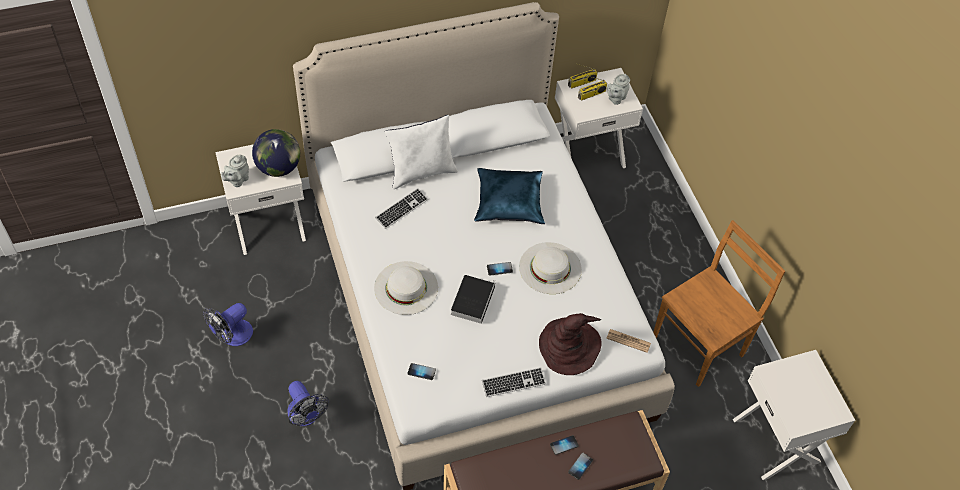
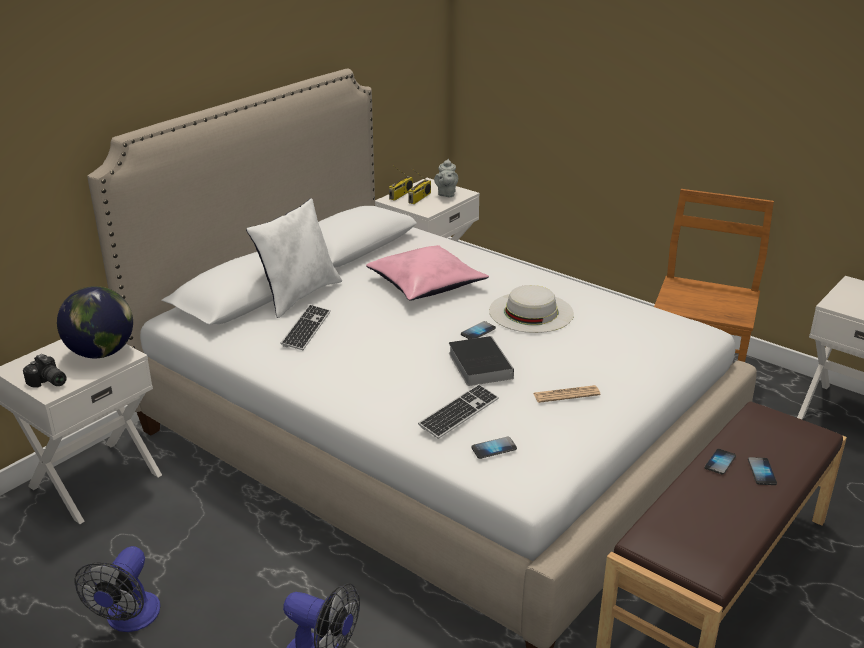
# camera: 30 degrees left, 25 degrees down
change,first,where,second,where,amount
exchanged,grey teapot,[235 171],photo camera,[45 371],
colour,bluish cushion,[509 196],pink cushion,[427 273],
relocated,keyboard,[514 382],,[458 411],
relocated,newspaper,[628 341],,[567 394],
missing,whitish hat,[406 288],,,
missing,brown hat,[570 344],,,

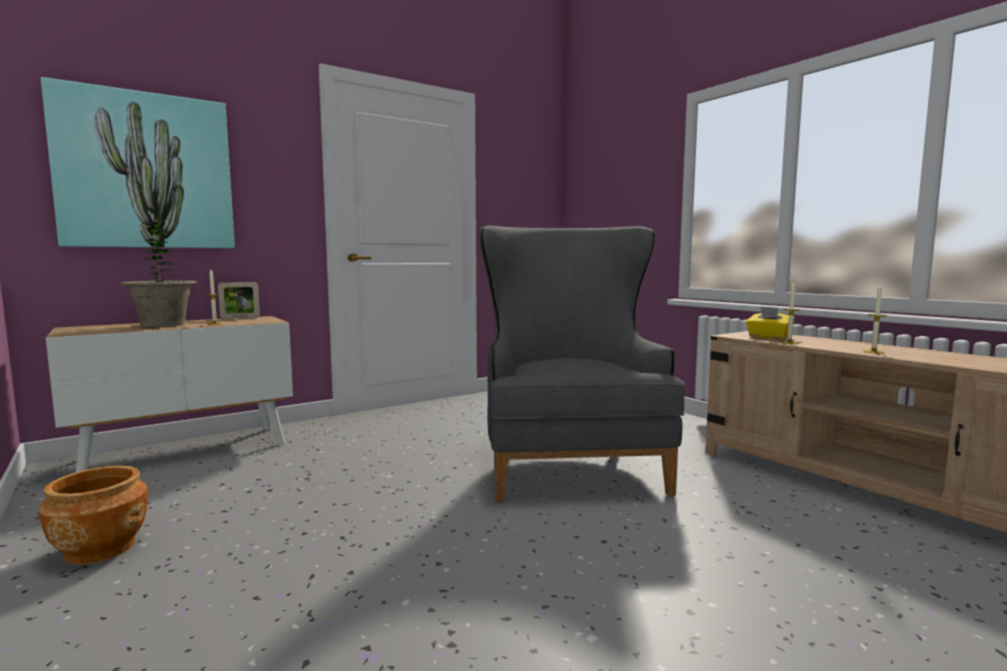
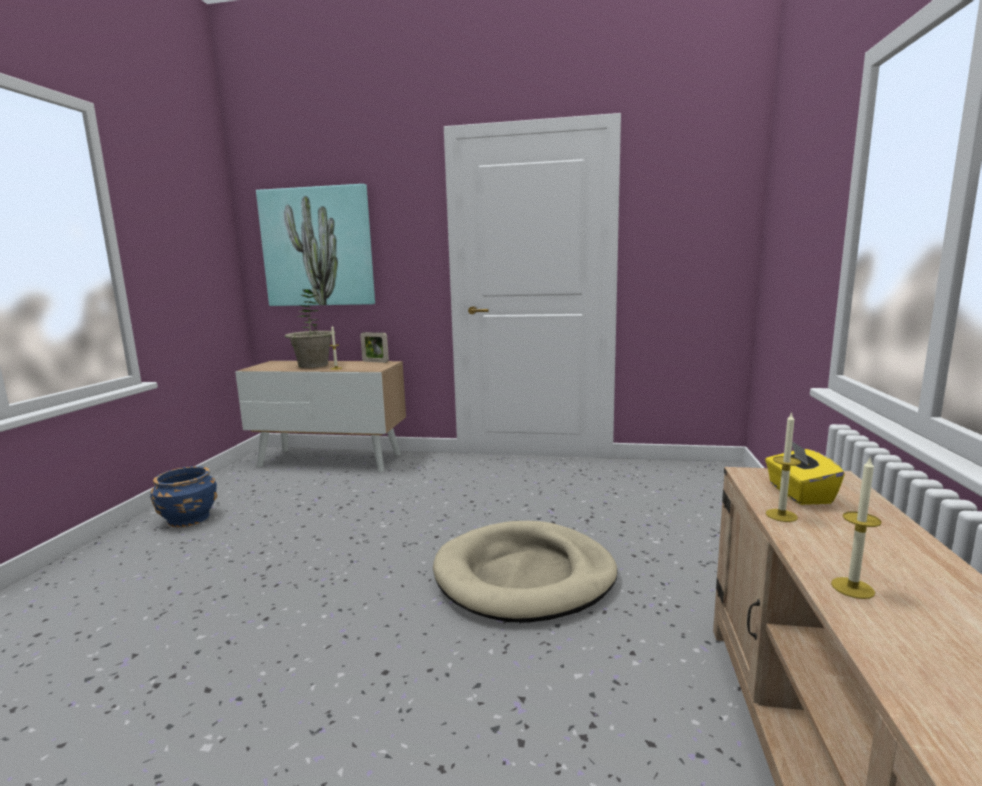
# camera: 45 degrees right, 5 degrees up
change,first,where,second,where,amount
colour,brown plant pot,[93 515],bluish plant pot,[183 496],
exchanged,grey lounge chair,[582 364],sand-coloured pet bed,[525 572],

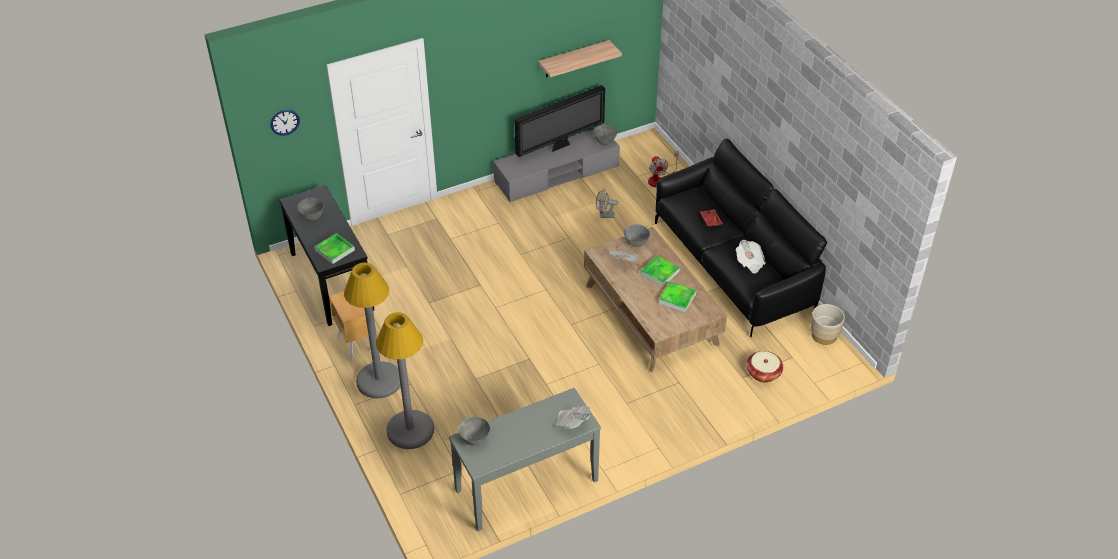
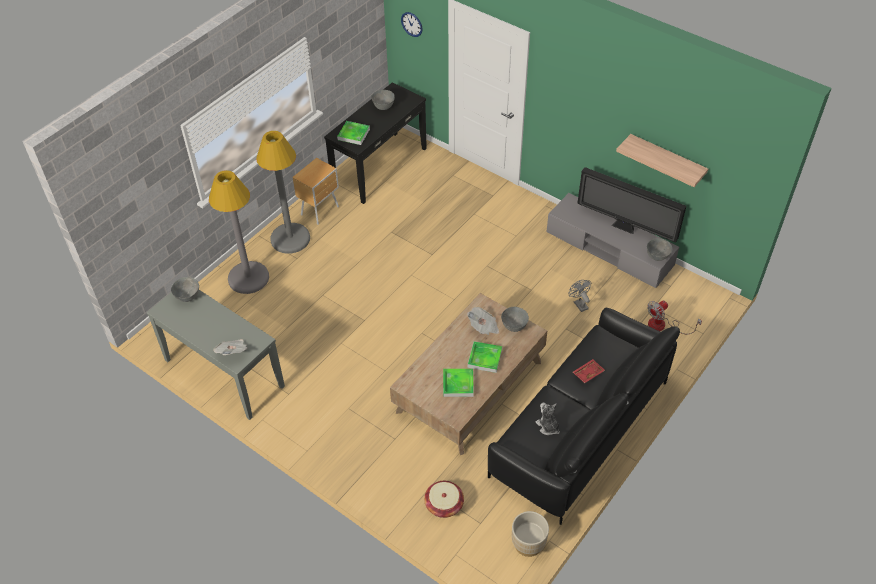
# camera: 65 degrees right, 5 degrees up
change,first,where,second,where,amount
exchanged,newspaper,[751 257],cuddly toy,[548 418],

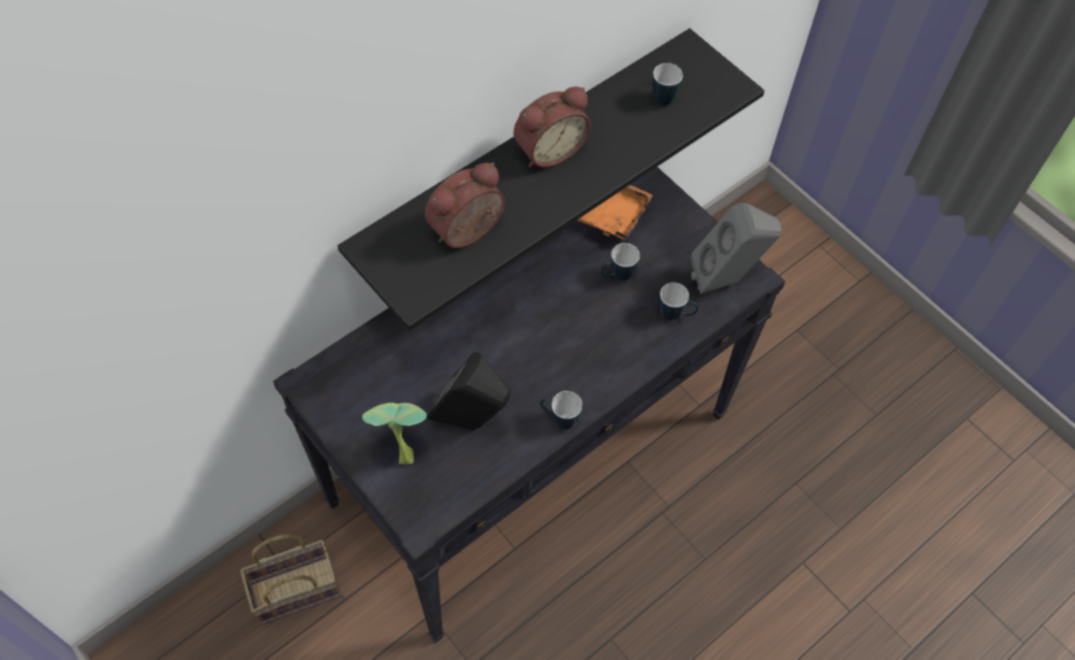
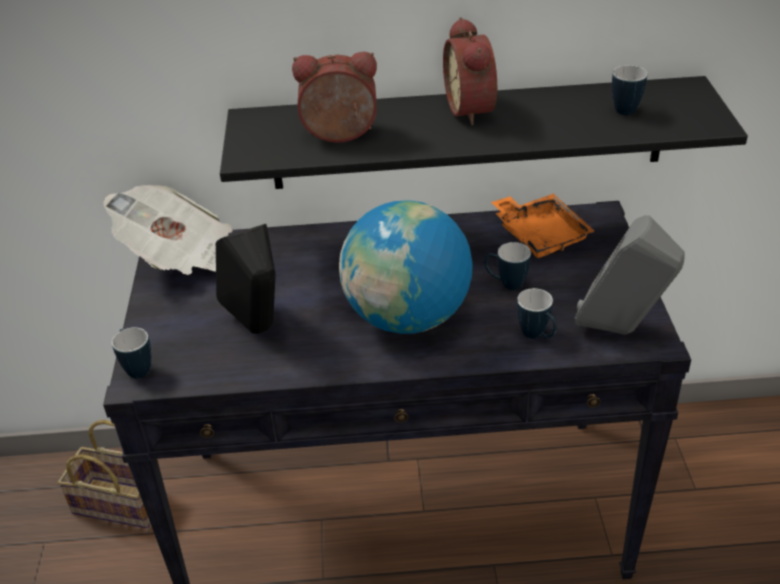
# camera: 40 degrees right, 20 degrees down
change,first,where,second,where,amount
appeared,,,newspaper,[168 230],
relocated,tea mug,[561 410],,[131 353],
appeared,,,desk globe,[406 267],
spun,table clock,[552 127],,[470 71],75 degrees clockwise
missing,plant in a pot,[394 434],,,

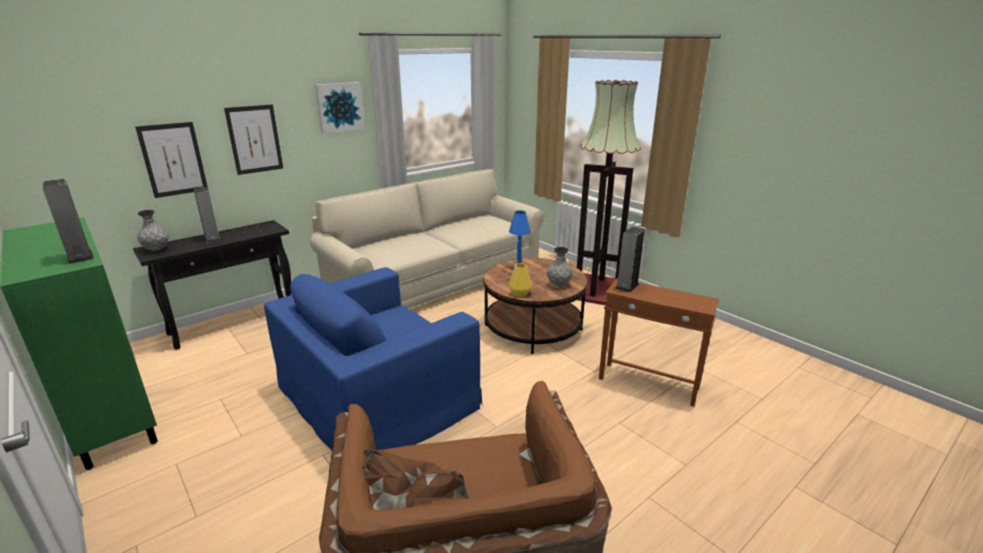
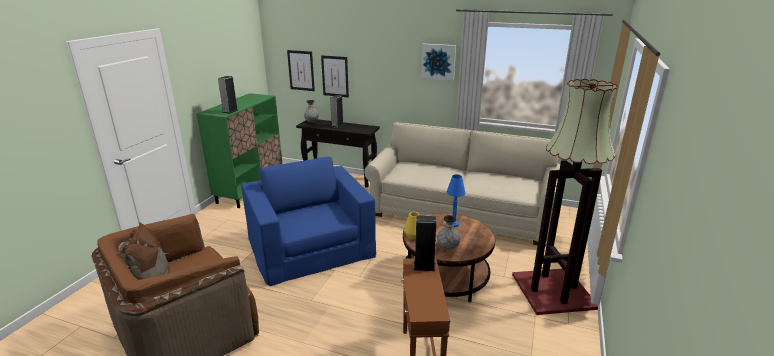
# camera: 60 degrees right, 0 degrees up
change,first,where,second,where,amount
spun,bluish lounge chair,[373 358],,[308 221],45 degrees clockwise
relocated,picture,[253 140],,[301 70],

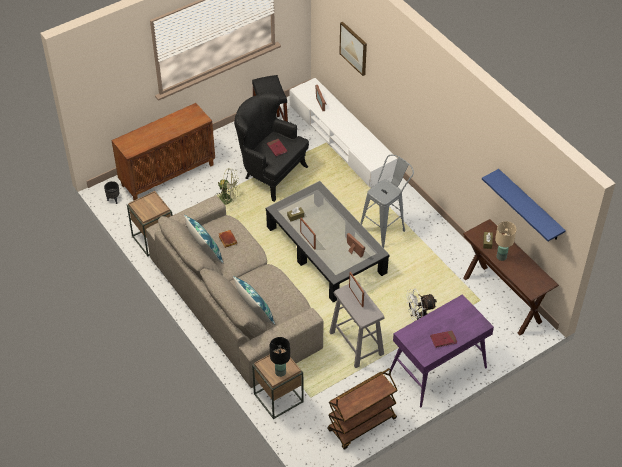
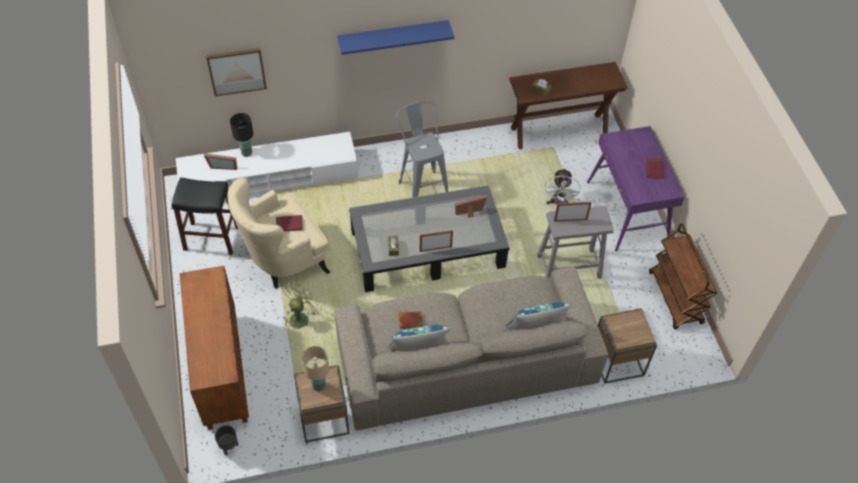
# camera: 70 degrees left, 5 degrees up
change,first,where,second,where,amount
colour,blackish lounge chair,[271 147],sand-coloured lounge chair,[278 233],
relocated,blackish table lamp,[280 357],,[241 135],
relocated,sand-coloured table lamp,[506 241],,[315 368],
relocated,bluish bracket shelf,[524 205],,[395 37],

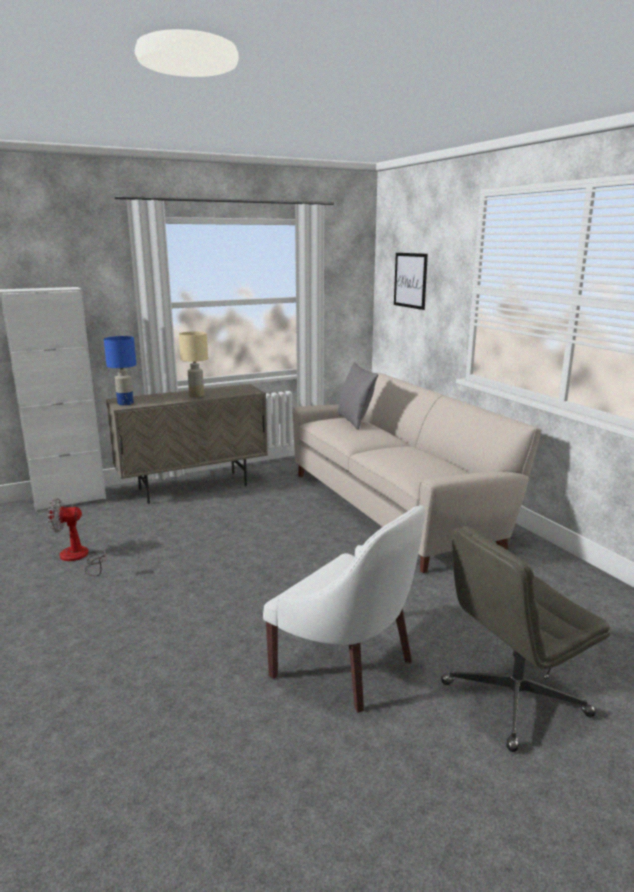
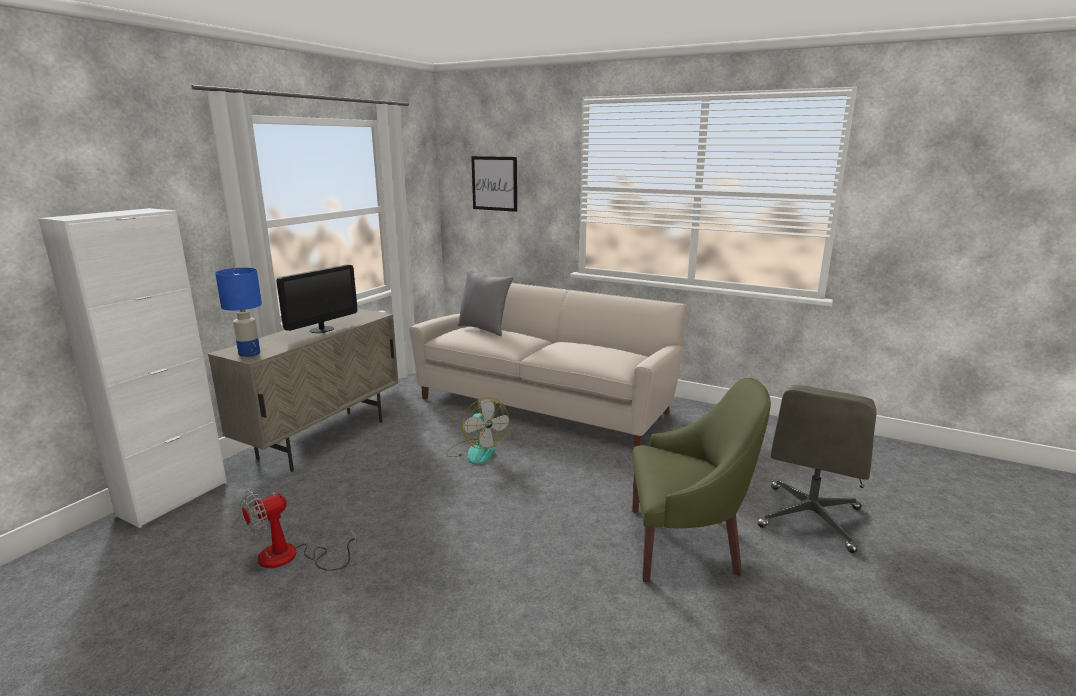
# camera: 35 degrees left, 0 degrees up
change,first,where,second,where,amount
exchanged,sand-coloured table lamp,[193 364],computer screen,[317 298],
appeared,,,fan,[477 431],
colour,whitish lounge chair,[344 609],greenish lounge chair,[701 480],

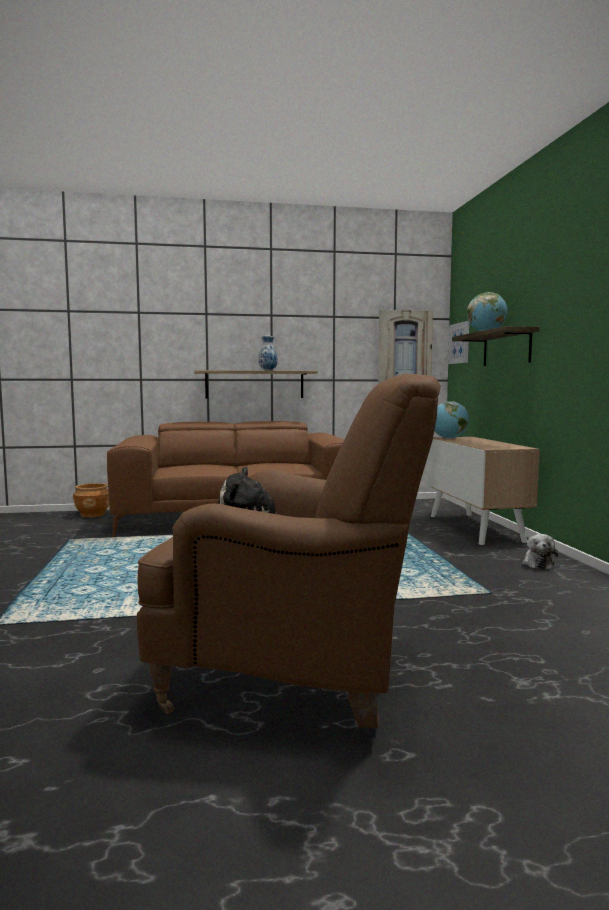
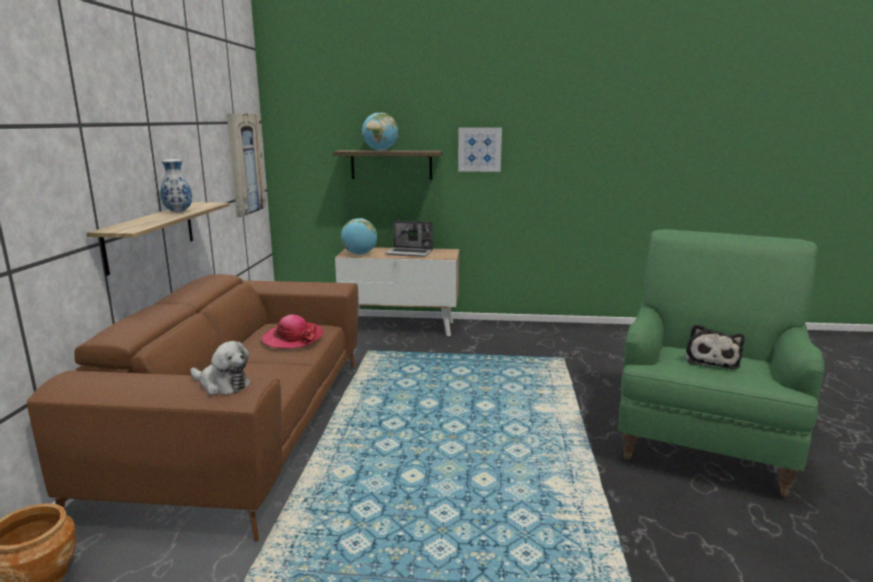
# camera: 75 degrees left, 10 degrees up
change,first,where,second,where,amount
relocated,cuddly toy,[540 551],,[220 368],
appeared,,,hat,[292 331],
appeared,,,notebook computer,[409 239],
relocated,picture,[458 342],,[480 149],
colour,brown lounge chair,[289 551],greenish lounge chair,[721 363],

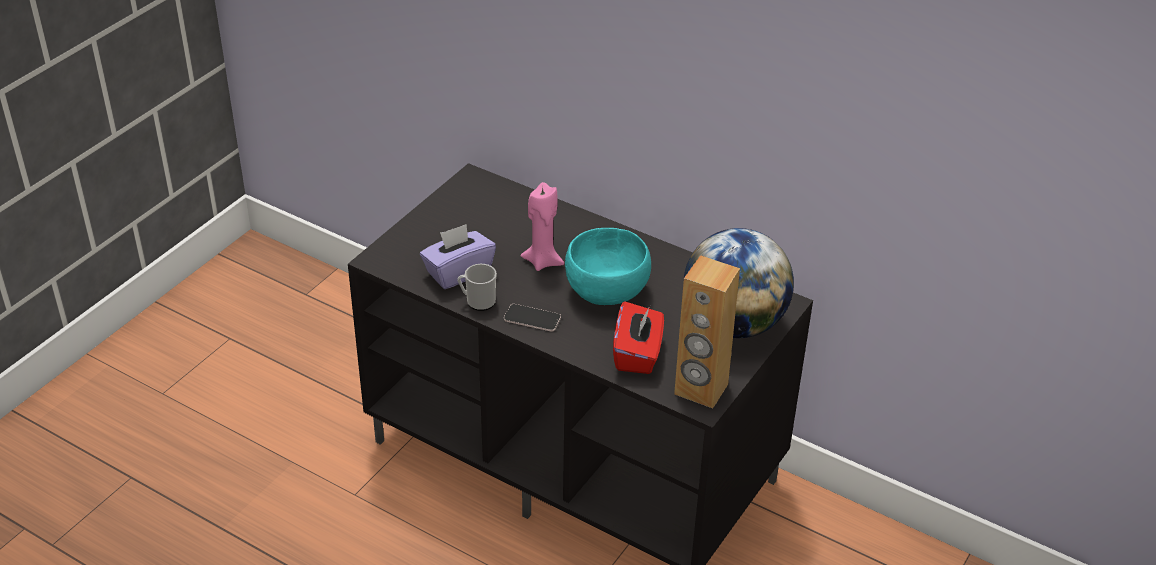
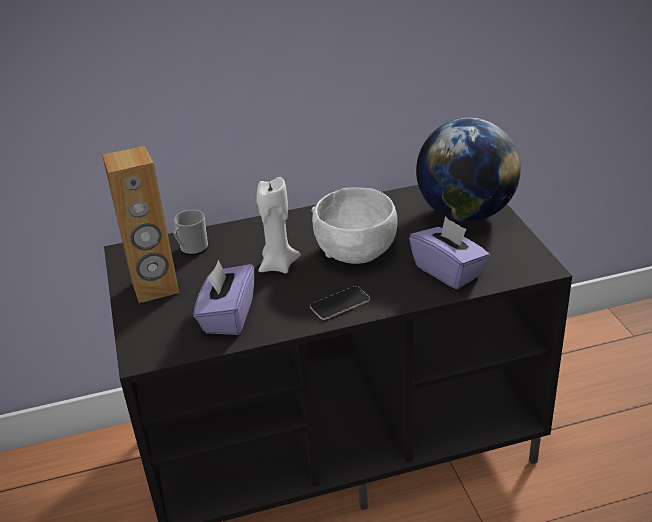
# camera: 45 degrees left, 5 degrees down
change,first,where,second,where,amount
relocated,brown loudspeaker,[707 331],,[140 224],
relocated,tea mug,[477 287],,[190 232],
colour,pink wax light,[542 226],whitish wax light,[278 225],
colour,blue-green deep dish,[608 266],whitish deep dish,[354 225],
colour,red box of tissues,[638 337],purple-coloured box of tissues,[449 253],

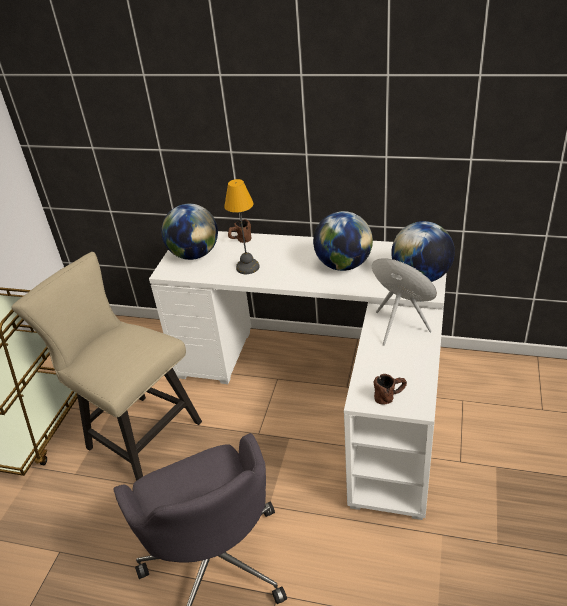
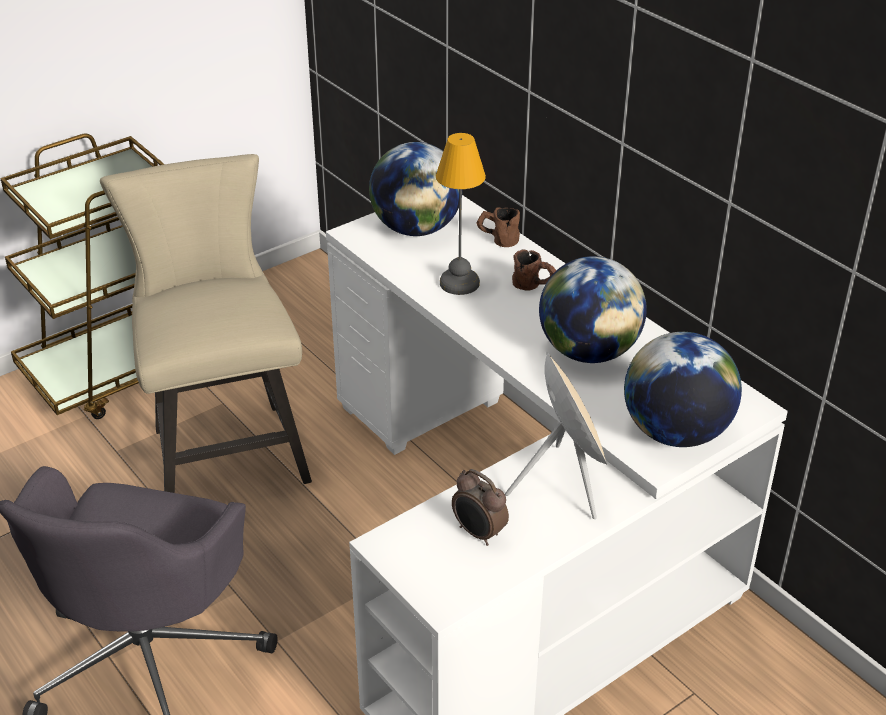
# camera: 35 degrees right, 0 degrees up
change,first,where,second,where,amount
appeared,,,table clock,[480 507],
relocated,brown tea mug,[390 389],,[534 270],

